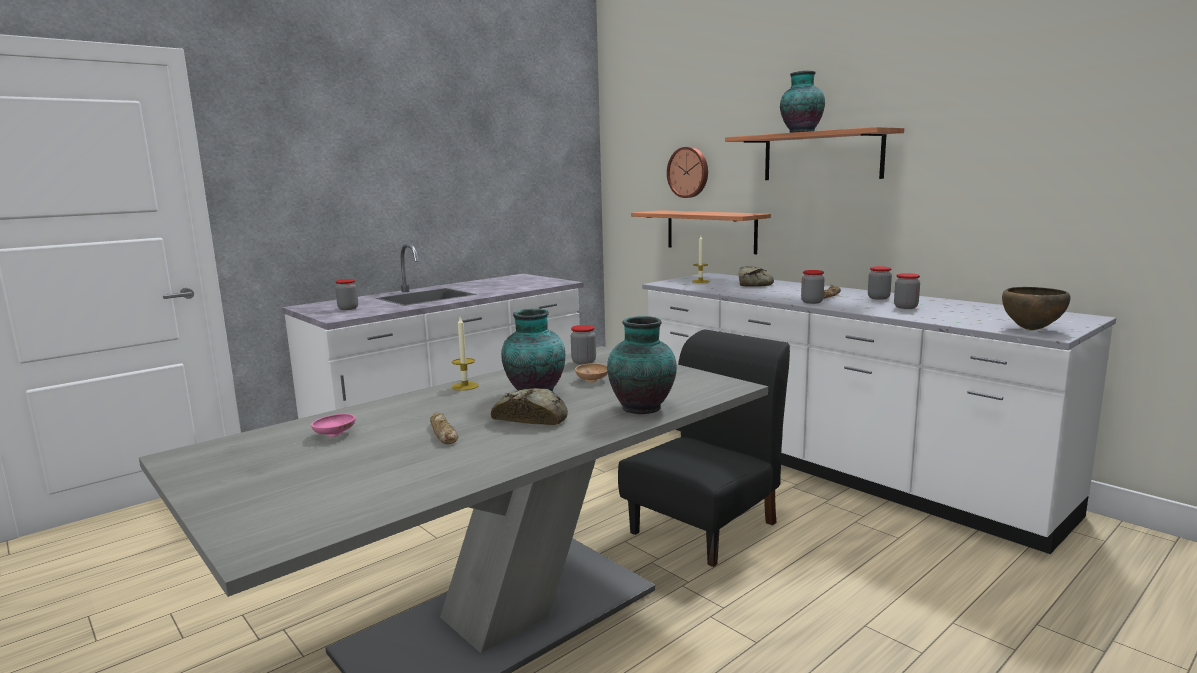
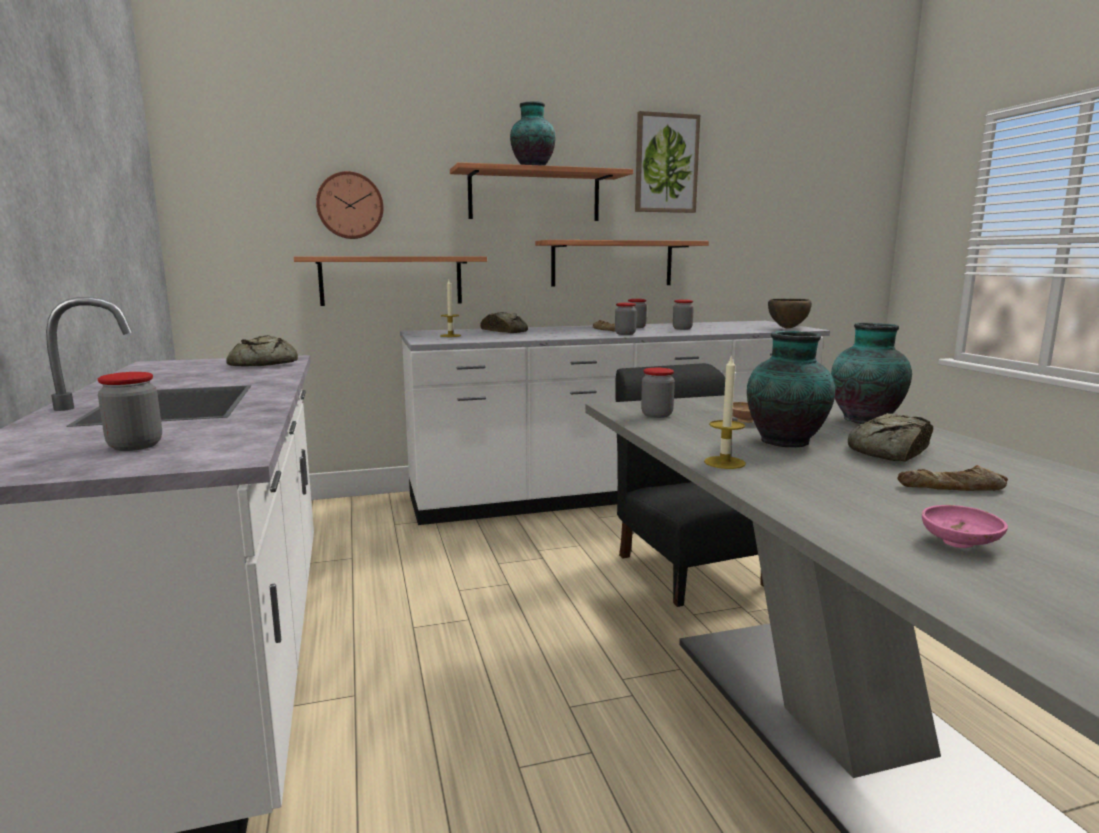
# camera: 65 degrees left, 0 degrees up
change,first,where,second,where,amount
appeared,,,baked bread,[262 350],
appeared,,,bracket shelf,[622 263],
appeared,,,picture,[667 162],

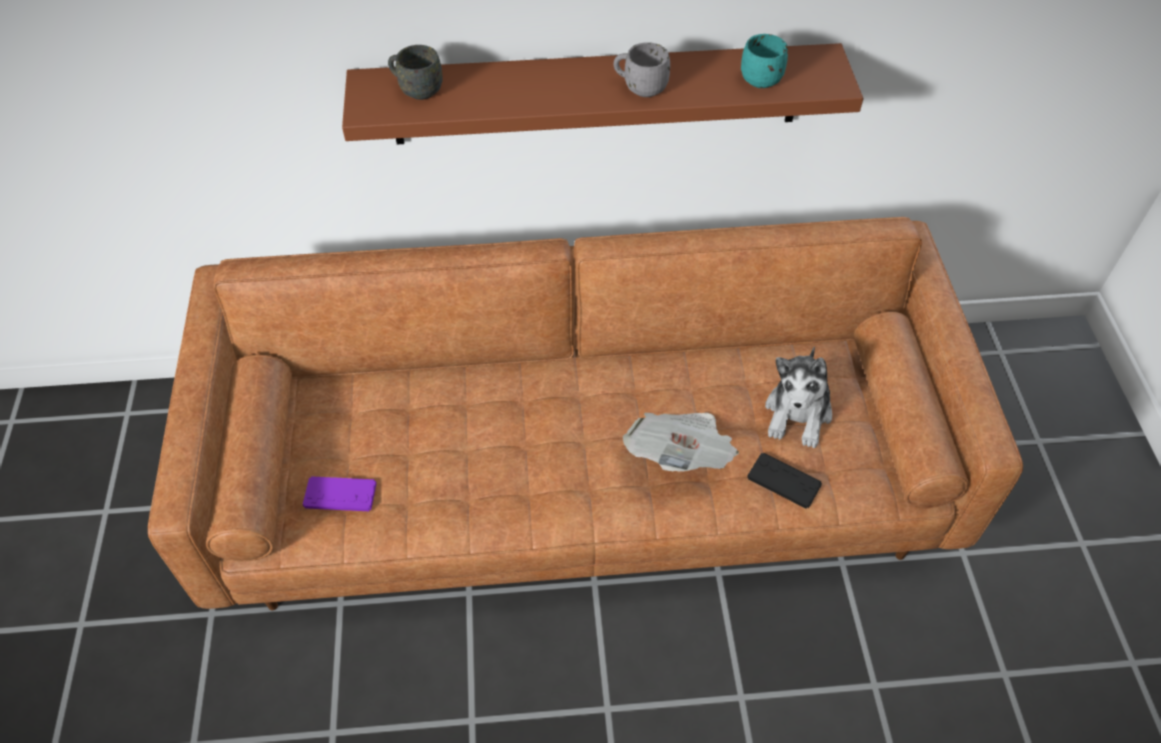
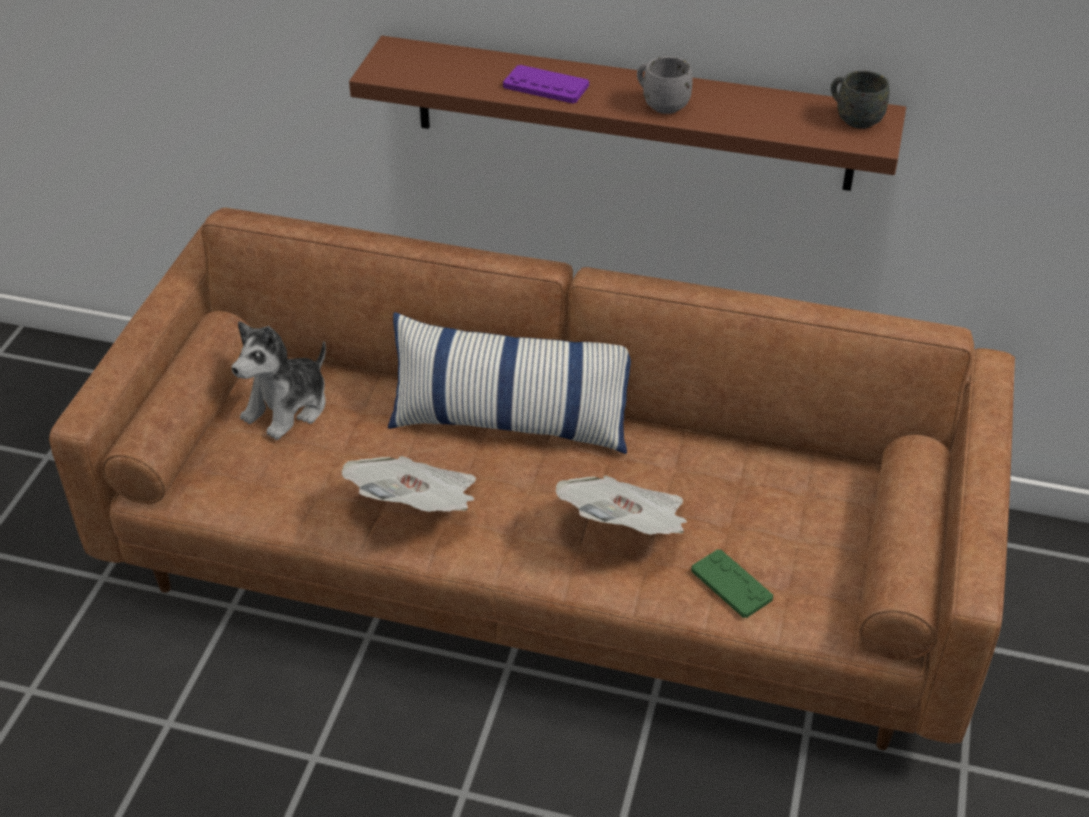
# camera: 20 degrees right, 10 degrees down
change,first,where,second,where,amount
relocated,cuddly toy,[798 397],,[279 381],
appeared,,,newspaper,[409 484],
appeared,,,cushion,[509 383],
relocated,purple-coloured joypad,[340 493],,[546 84],
colour,blackish joypad,[784 481],greenish joypad,[732 583],
relocated,grey tea mug,[415 72],,[860 99],
missing,blue-green tea mug,[764 61],,,

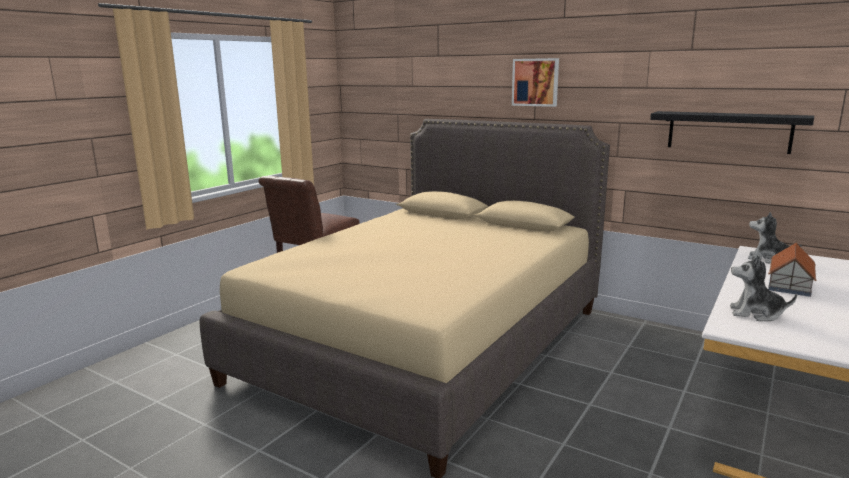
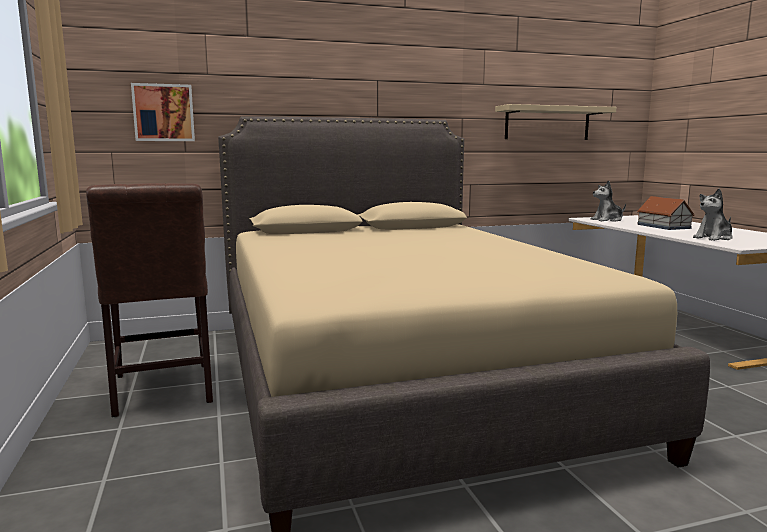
# camera: 50 degrees left, 5 degrees down
change,first,where,second,where,amount
relocated,picture,[535 82],,[163 112],
colour,blackish bracket shelf,[732 132],sand-coloured bracket shelf,[555 122],

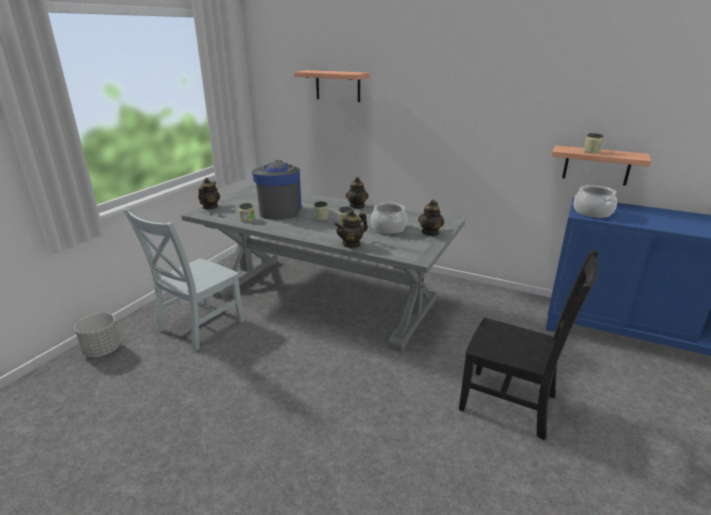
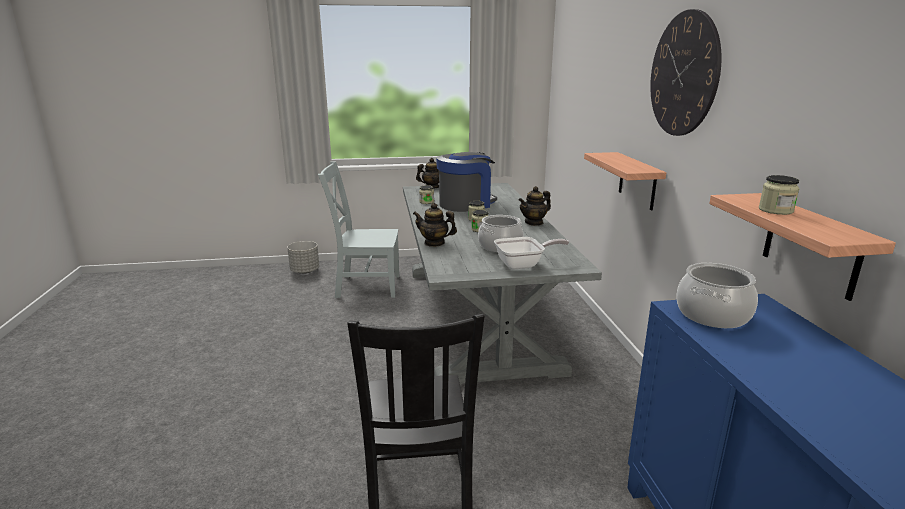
# camera: 55 degrees right, 5 degrees down
change,first,where,second,where,amount
exchanged,teapot,[431 218],pan,[531 253],
relocated,bracket shelf,[332 86],,[625 181],
appeared,,,wall clock,[685 72],

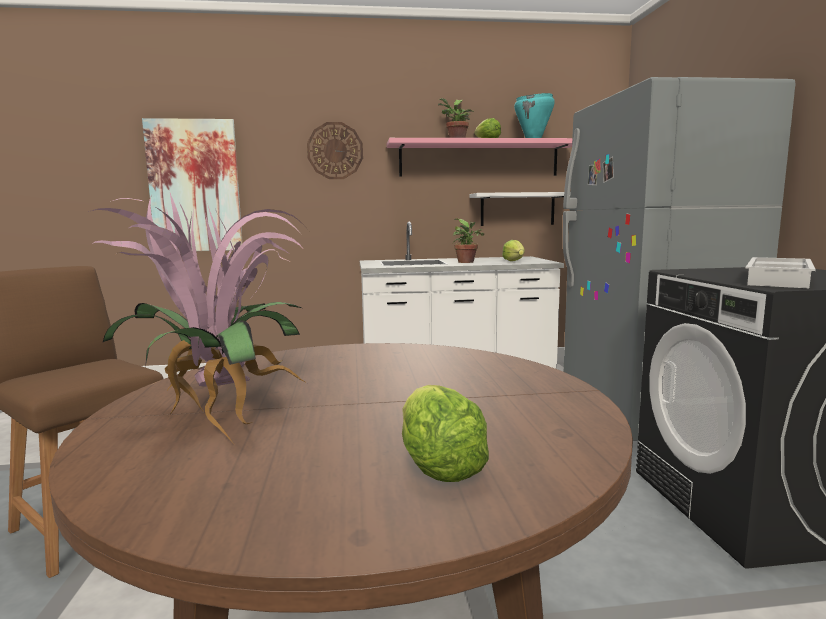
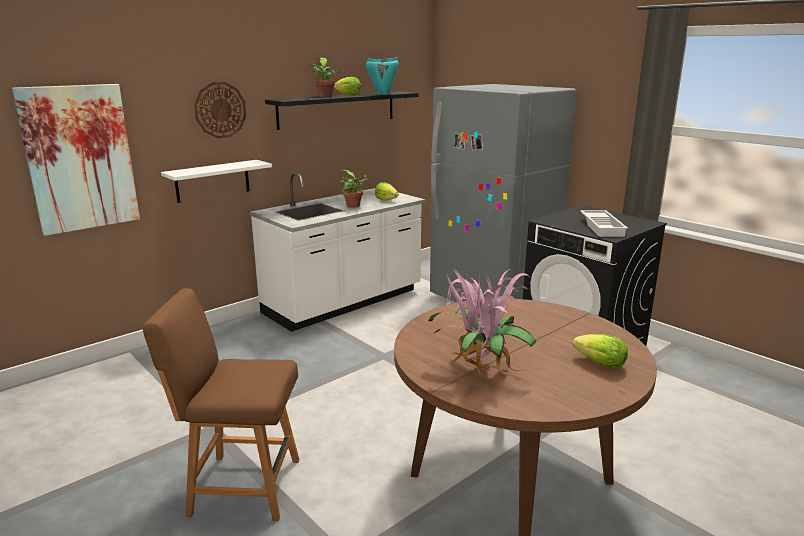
# camera: 35 degrees left, 10 degrees up
change,first,where,second,where,amount
relocated,whitish bracket shelf,[516 209],,[216 181],
colour,pink bracket shelf,[479 157],blackish bracket shelf,[342 110],

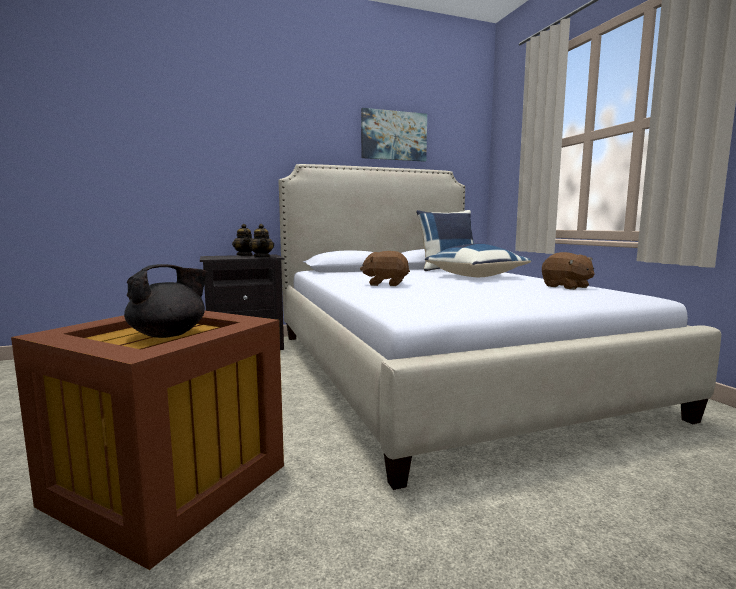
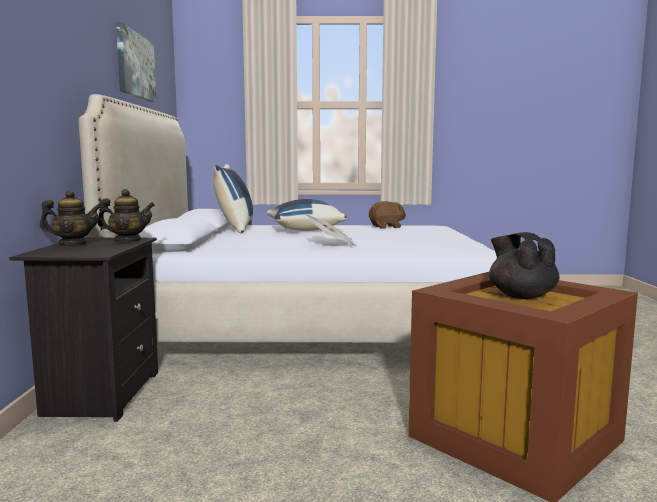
# camera: 70 degrees left, 0 degrees up
change,first,where,second,where,amount
exchanged,brown cuddly toy,[385 268],newspaper,[330 230],

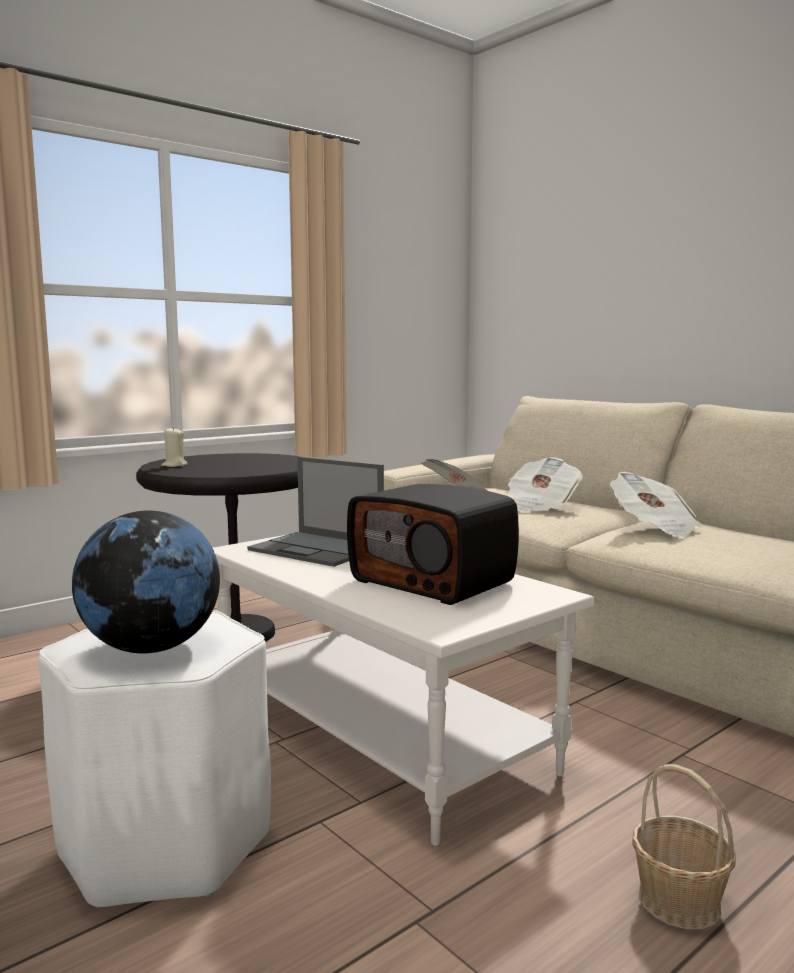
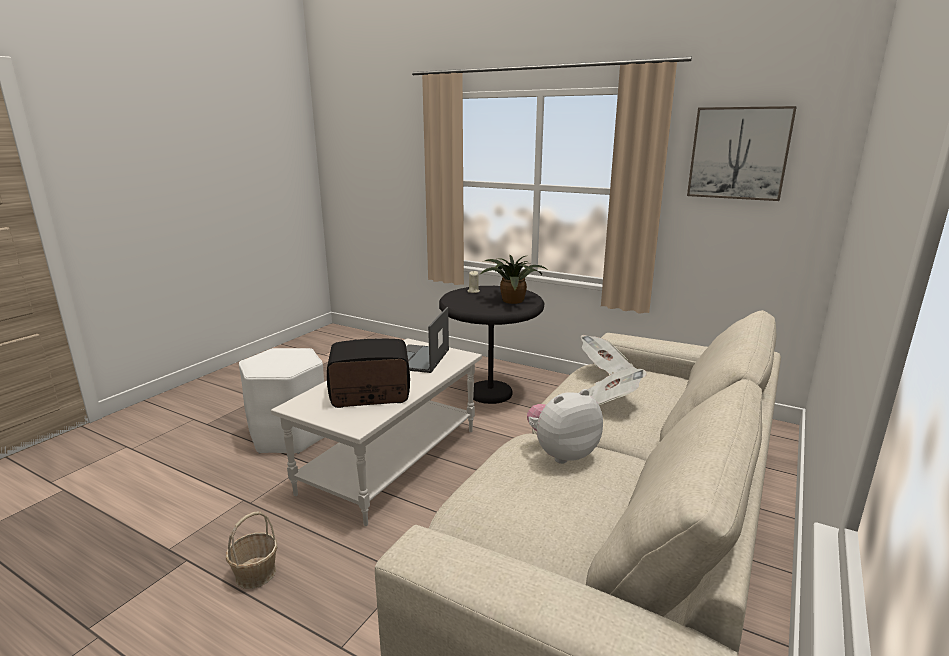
# camera: 70 degrees right, 10 degrees up
change,first,where,second,where,amount
spun,radio set,[433 544],,[368 373],60 degrees clockwise
appeared,,,plant in a pot,[514 279],
exchanged,newspaper,[656 505],cuddly toy,[565 426],
appeared,,,picture,[742 153],
missing,desk globe,[146 582],,,

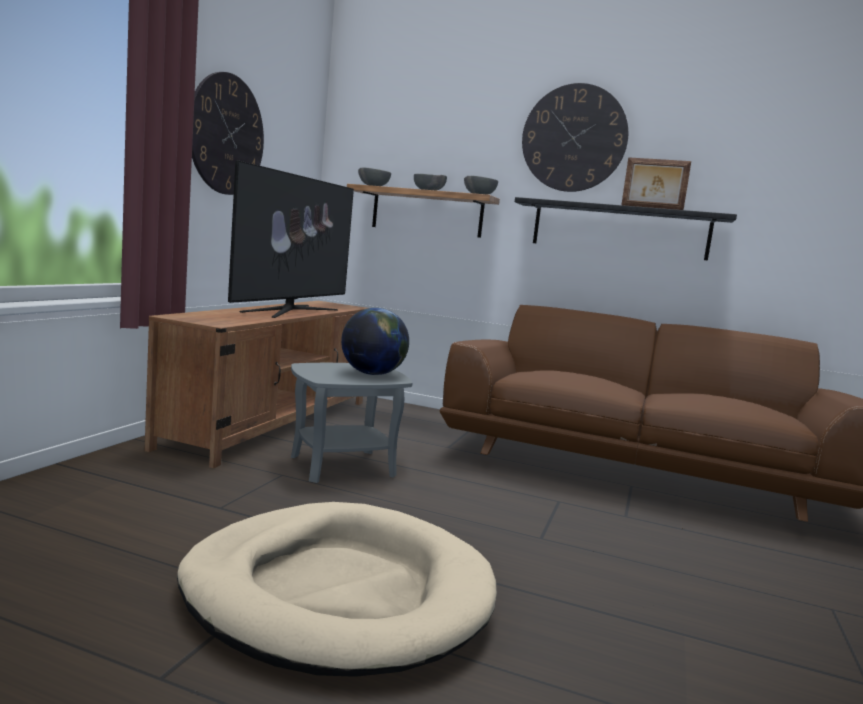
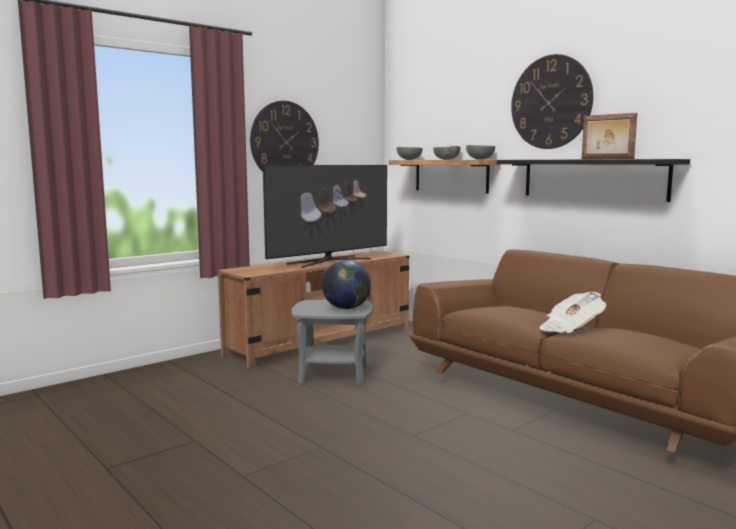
# camera: 30 degrees right, 0 degrees up
change,first,where,second,where,amount
appeared,,,newspaper,[572 312],
missing,sand-coloured pet bed,[337 589],,,

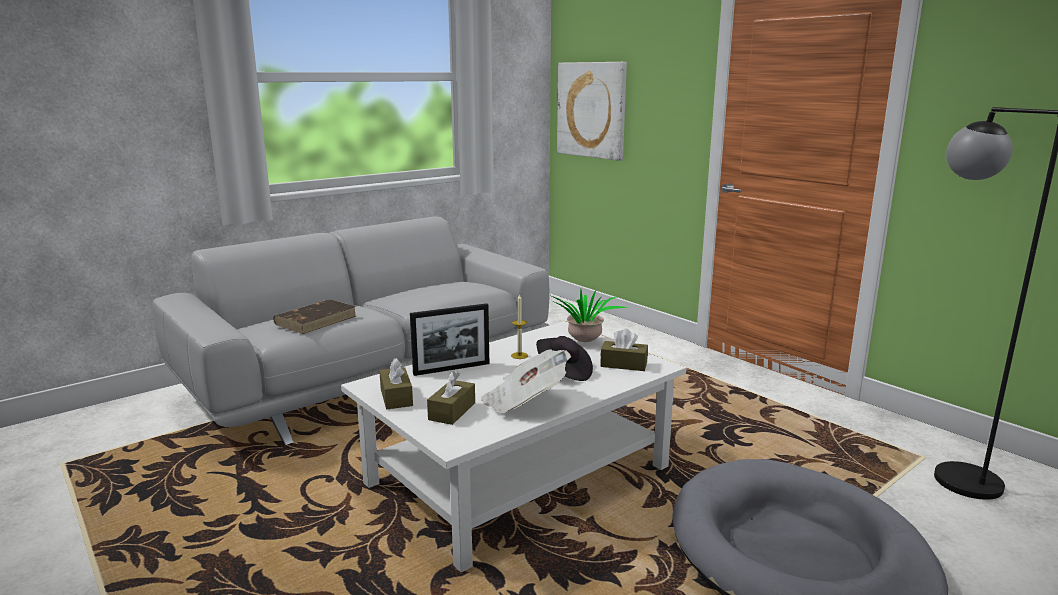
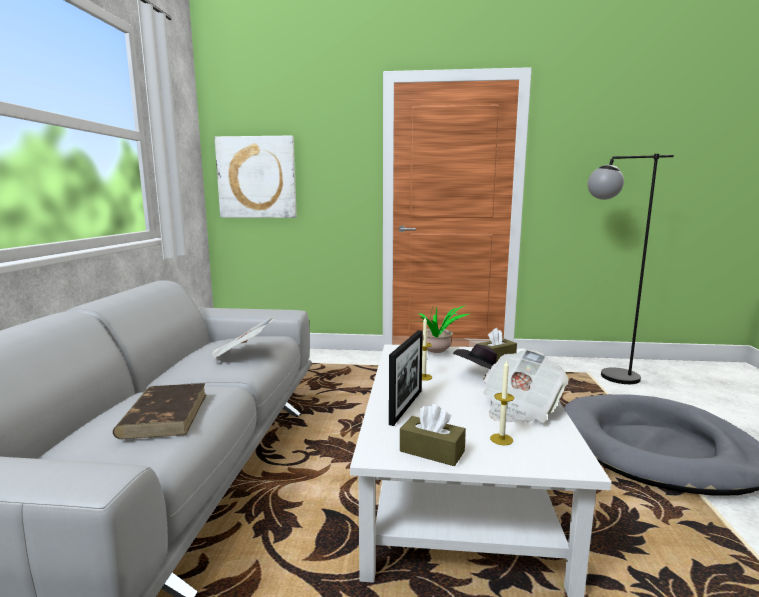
# camera: 45 degrees left, 5 degrees down
change,first,where,second,where,amount
appeared,,,newspaper,[243 338],
exchanged,brown box of tissues,[451 398],wax light,[502 402],

